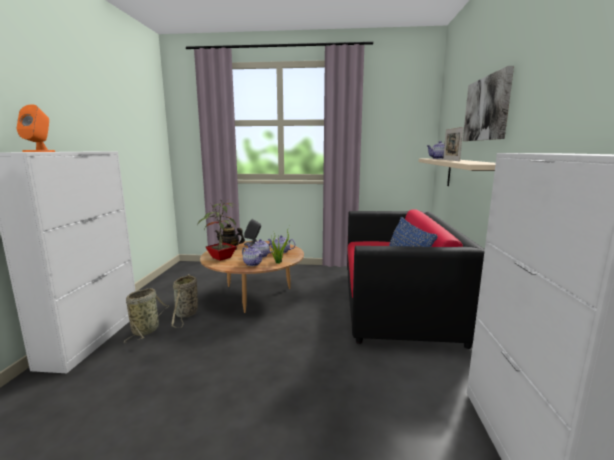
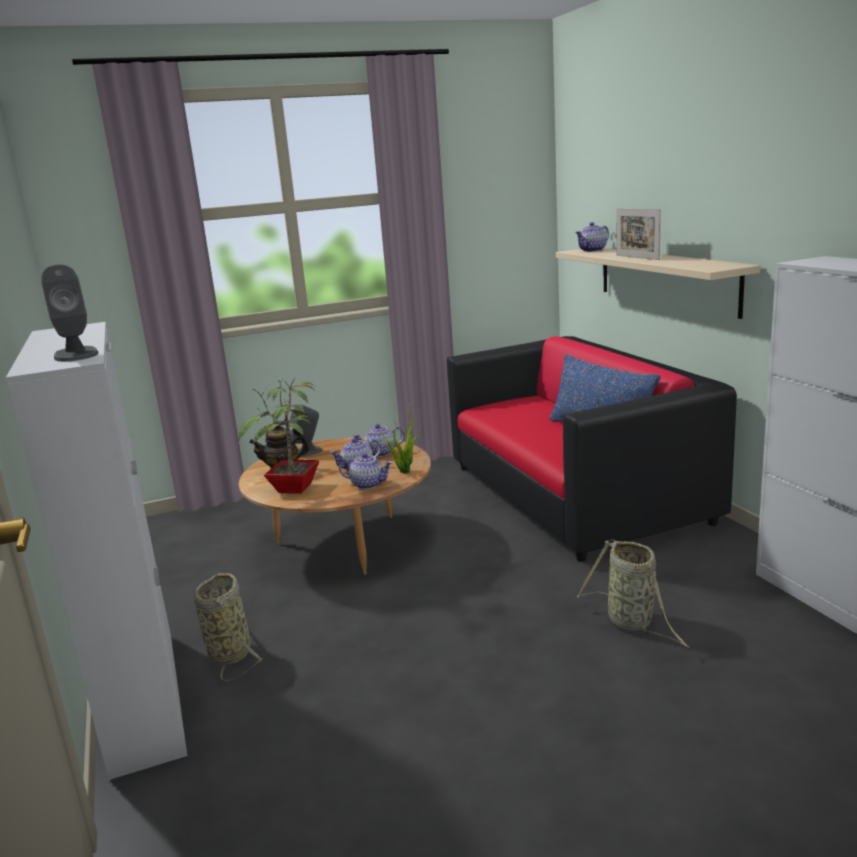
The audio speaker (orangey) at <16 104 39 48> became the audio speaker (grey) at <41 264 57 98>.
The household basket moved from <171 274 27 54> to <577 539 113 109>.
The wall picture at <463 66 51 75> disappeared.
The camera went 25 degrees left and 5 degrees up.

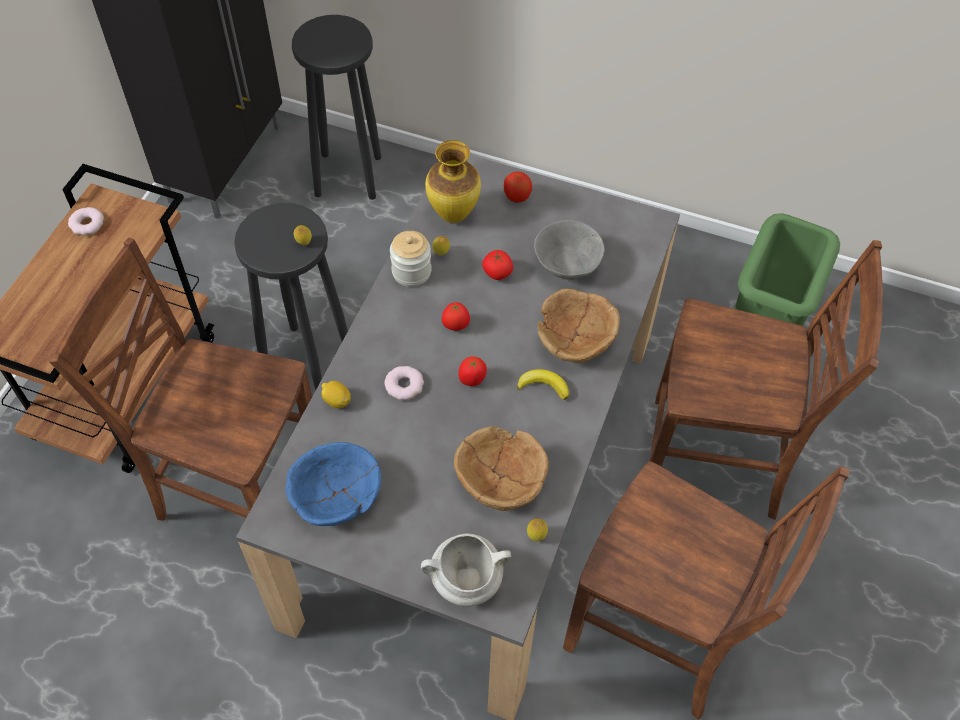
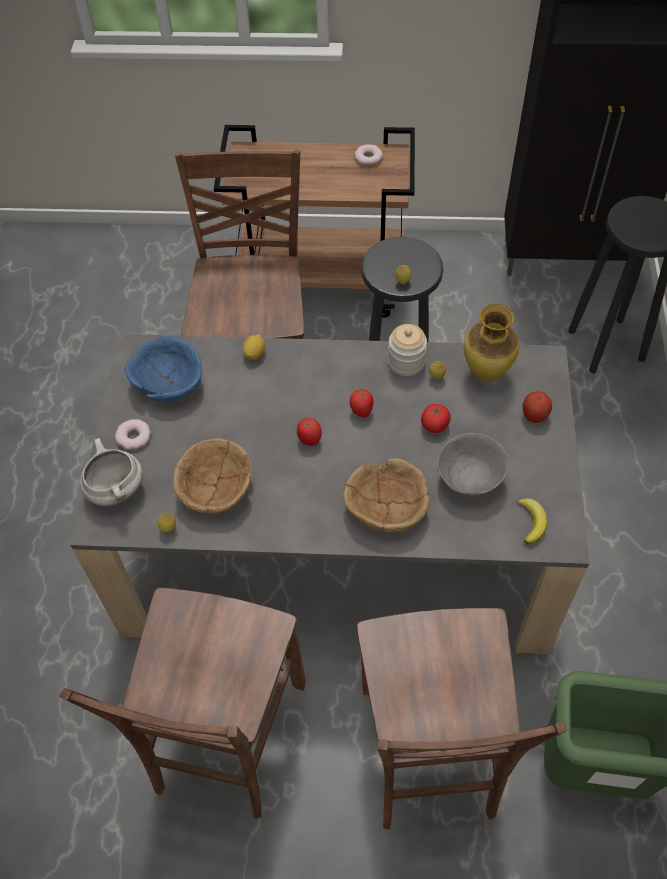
The donut moved from <384 366 40 34> to <115 419 36 31>.
The banana fruit moved from <517 369 52 31> to <517 498 30 47>.
The camera went 75 degrees right and 0 degrees up.

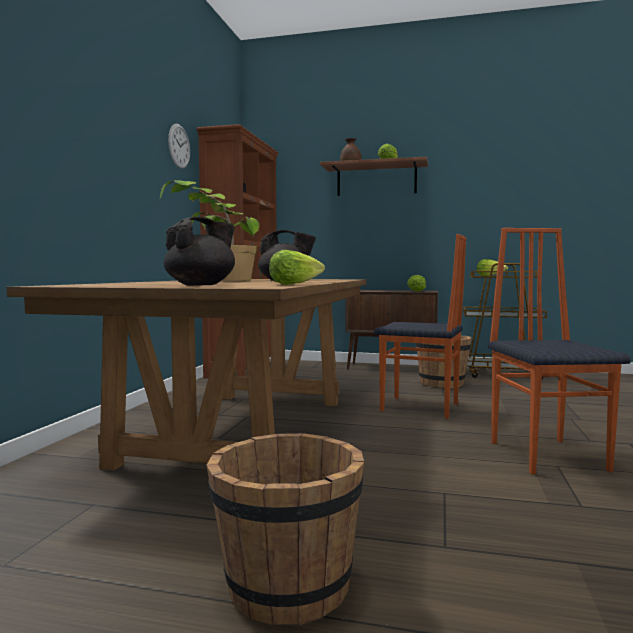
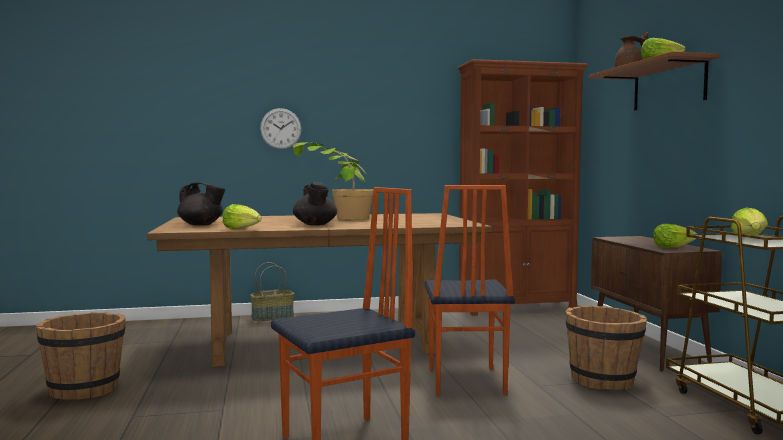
The hanging clock moved from <168 123 22 46> to <260 108 41 41>.
The household basket at <250 262 45 59> appeared.
The camera went 65 degrees right and 0 degrees up.

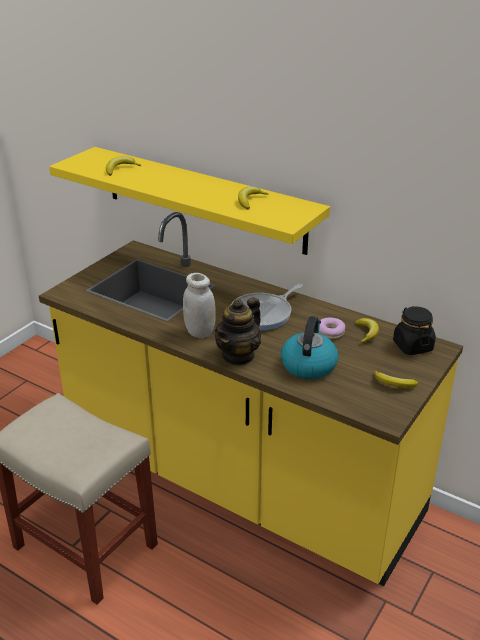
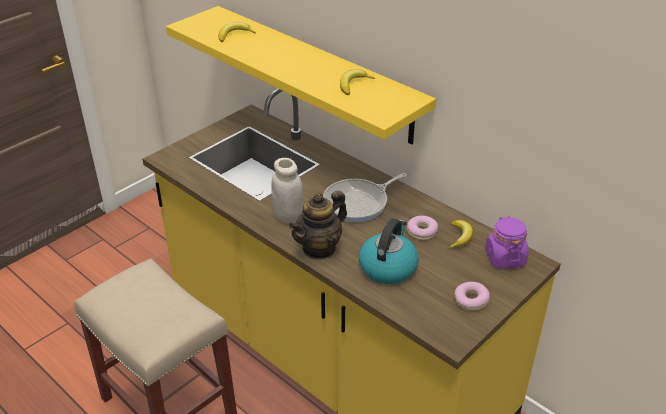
The banana fruit at <374 371 44 17> was replaced by the donut at <455 282 35 28>.
The storage jar (blackish) at <393 306 43 49> became the storage jar (purplish) at <485 216 44 53>.
The camera went 10 degrees right and 5 degrees up.

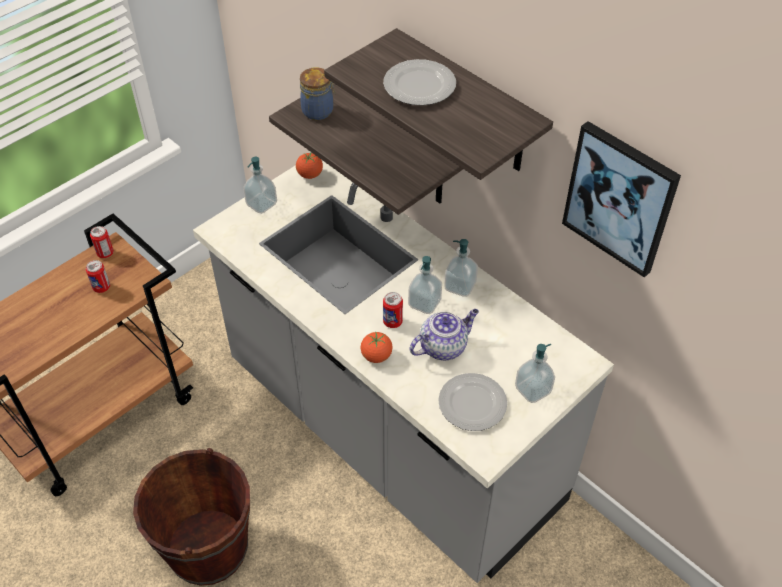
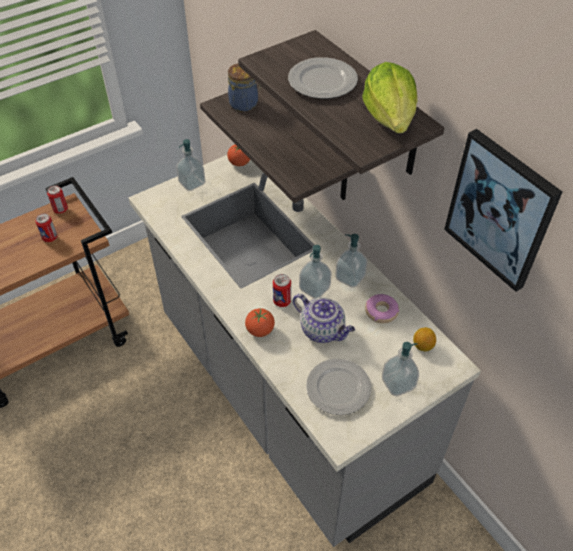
The water bucket (brown-coloured) at <133 448 117 138> disappeared.
The teapot at <409 309 70 51> turned 60 degrees clockwise.
The lettuce head at <362 62 55 71> appeared.
The donut at <365 294 34 29> appeared.
The lemon at <413 327 23 24> appeared.
The camera went 10 degrees right and 0 degrees up.

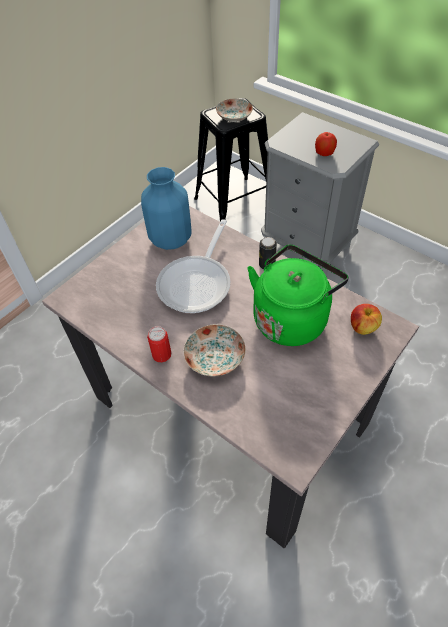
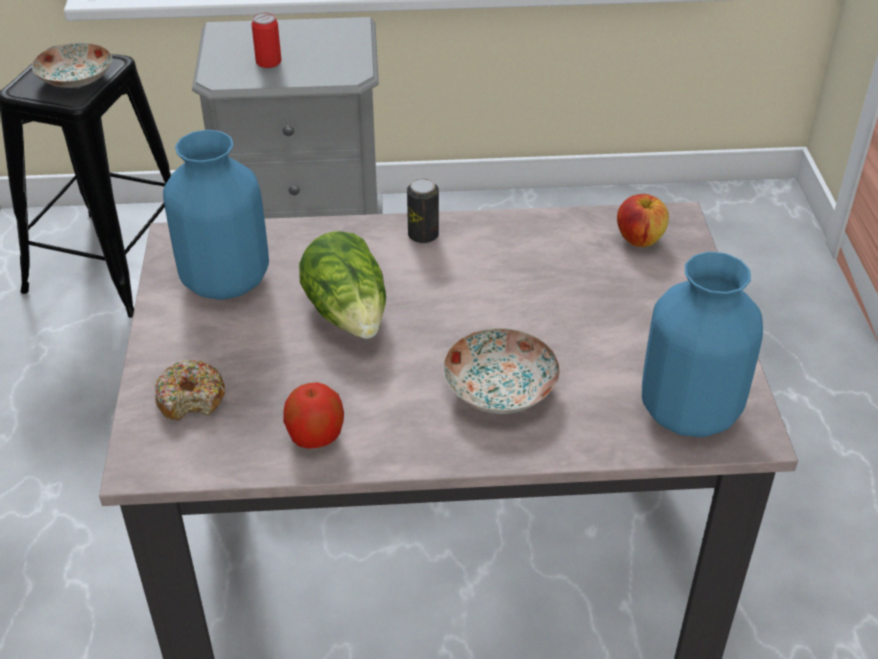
The metal can moved from <147 326 24 36> to <251 12 31 56>.
The skillet at <156 219 74 94> was replaced by the lettuce head at <299 231 87 108>.
The kettle (green-coloured) at <247 245 101 101> disappeared.
The apple fruit moved from <315 132 22 24> to <283 382 61 67>.
The donut at <155 360 70 60> appeared.
The vase (blue) at <642 252 121 185> appeared.
The camera went 45 degrees left and 10 degrees down.

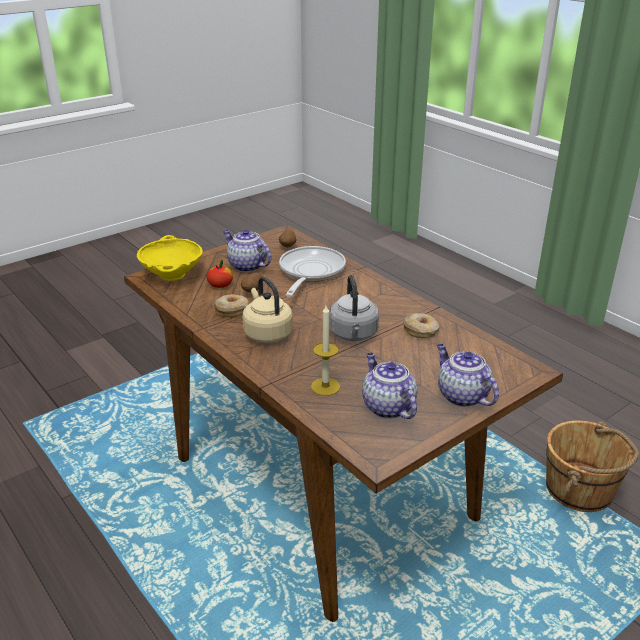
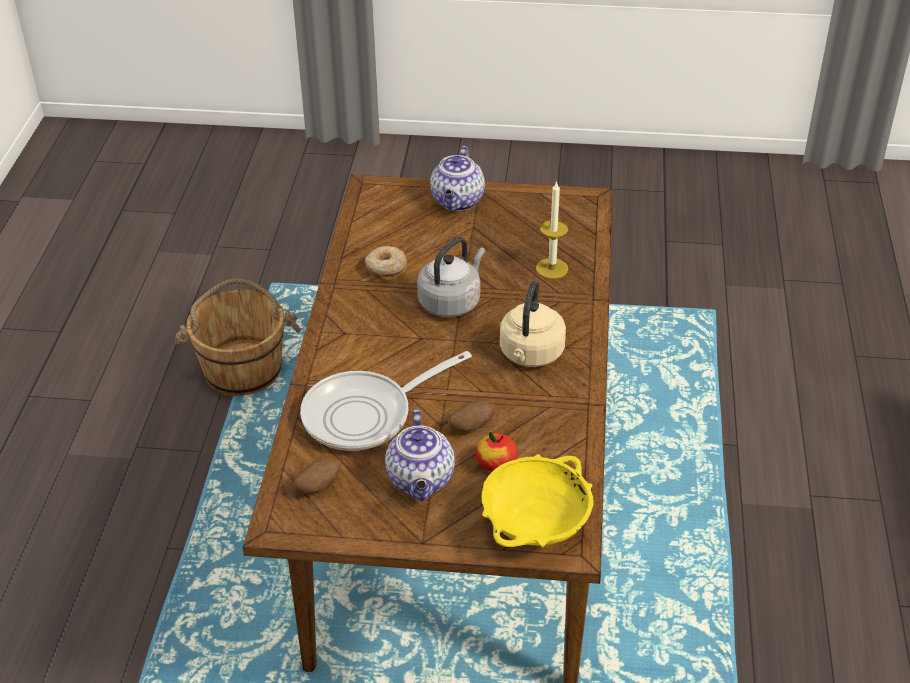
The donut at <214 294 35 23> disappeared.
The teapot at <362 353 56 66> disappeared.
The camera went 135 degrees left and 10 degrees up.

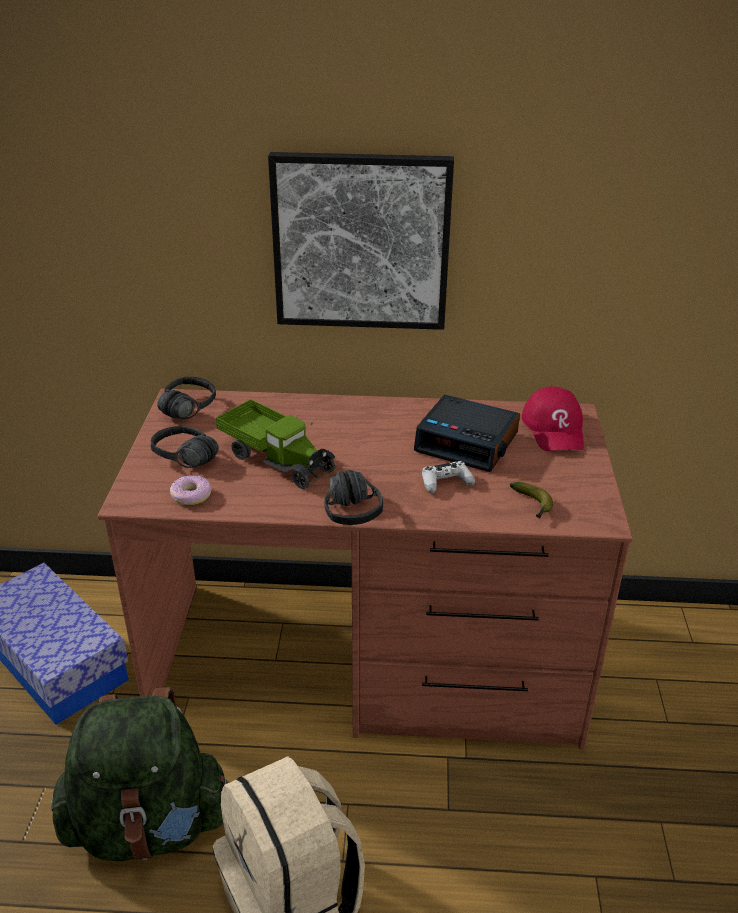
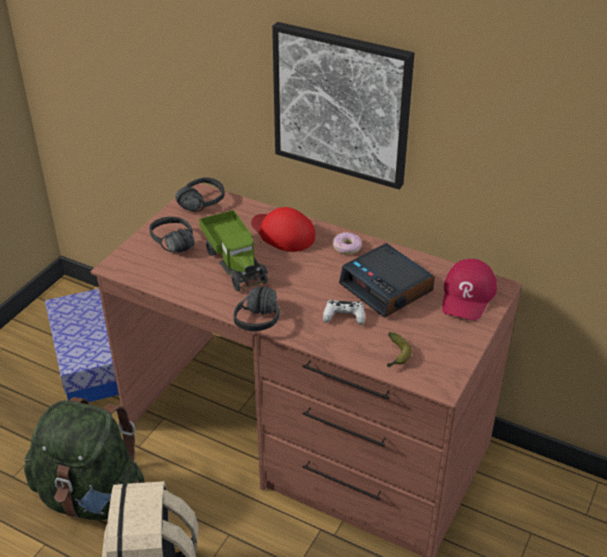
The donut moved from <170 475 42 30> to <332 232 30 22>.
The cap (reddish) at <251 207 64 45> appeared.
The camera went 25 degrees right and 5 degrees up.

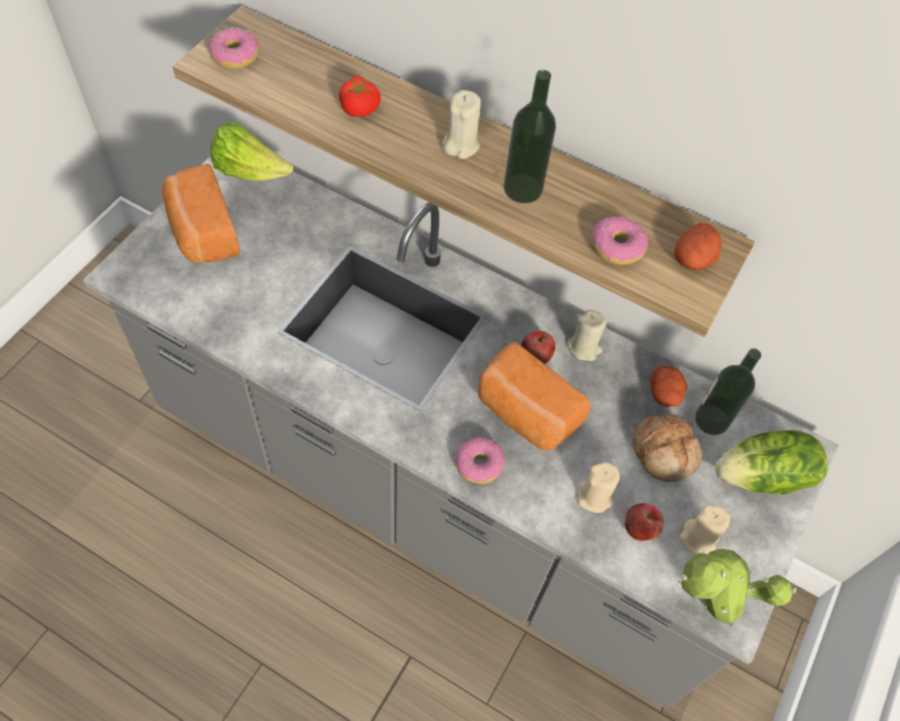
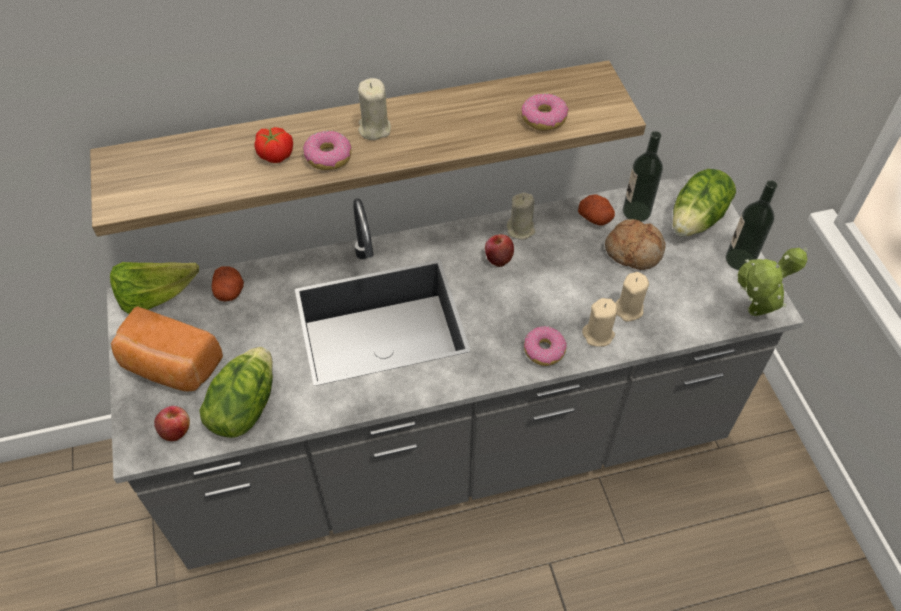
The donut moved from <209 27 50 43> to <303 131 48 39>.
The bread at <478 342 113 109> disappeared.
The beverage bottle moved from <504 70 52 133> to <726 180 51 90>.
The apple fruit moved from <625 503 39 38> to <154 406 36 35>.
The spud moved from <674 223 48 48> to <211 266 33 36>.
The wax light (beige) moved from <680 505 50 49> to <582 298 35 49>.
The lettuce head at <199 347 74 91> appeared.
The camera went 40 degrees left and 5 degrees down.

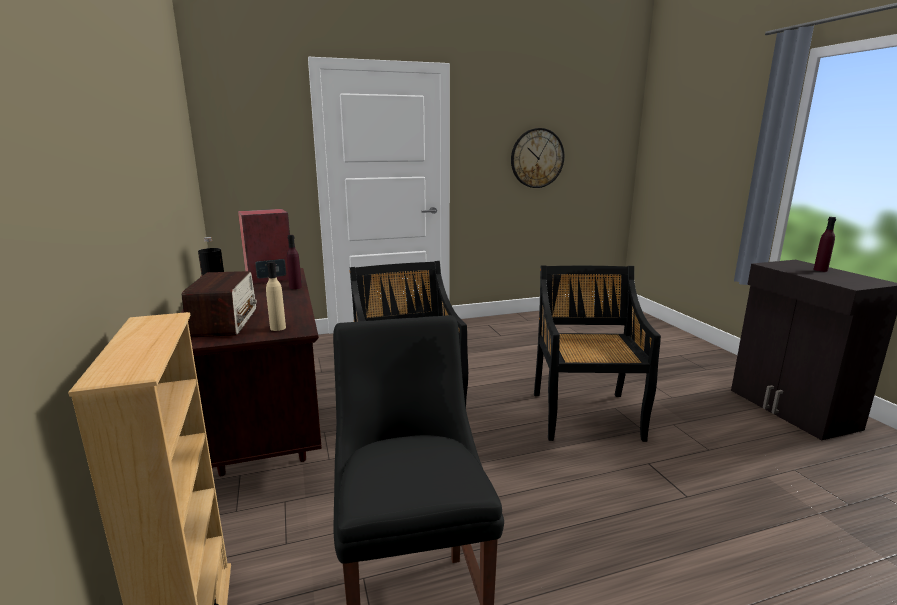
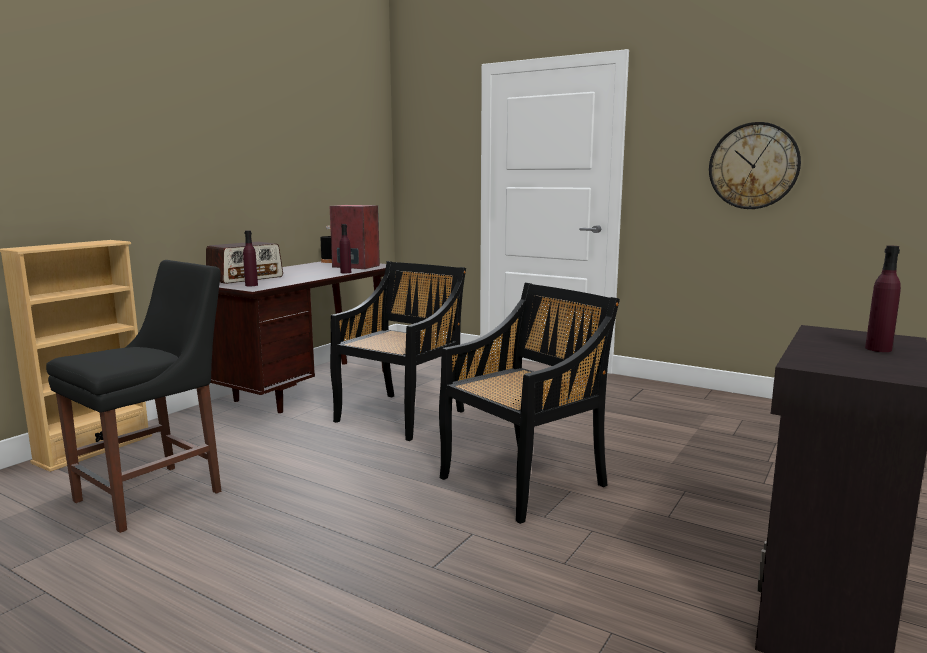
The beverage bottle (beige) at <266 261 20 70> became the beverage bottle (purplish) at <243 230 15 56>.
The camera went 50 degrees right and 5 degrees down.

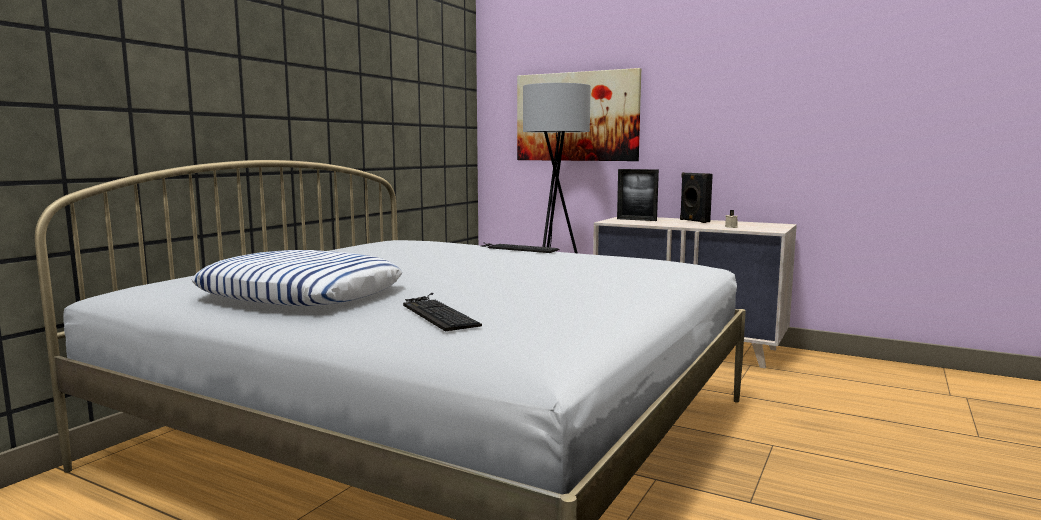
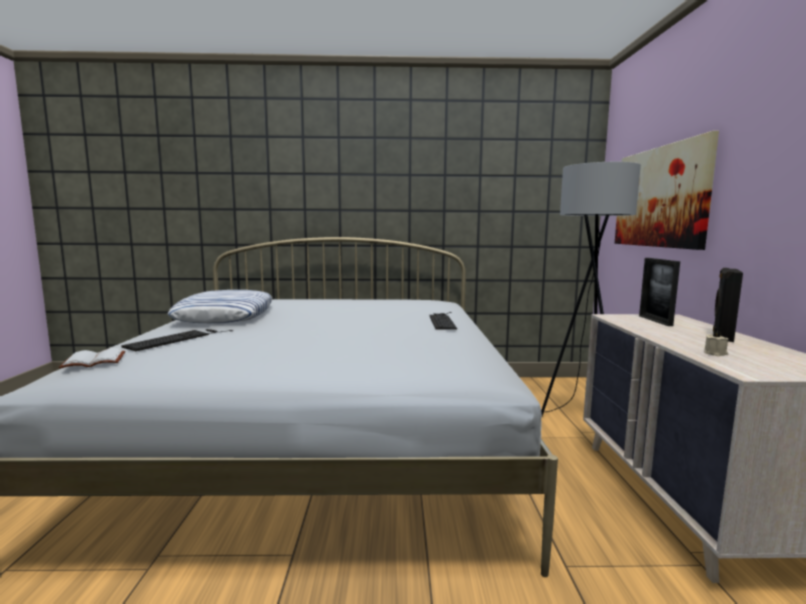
The book (white-coloured) at <59 348 66 21> appeared.
The camera went 60 degrees right and 0 degrees up.

